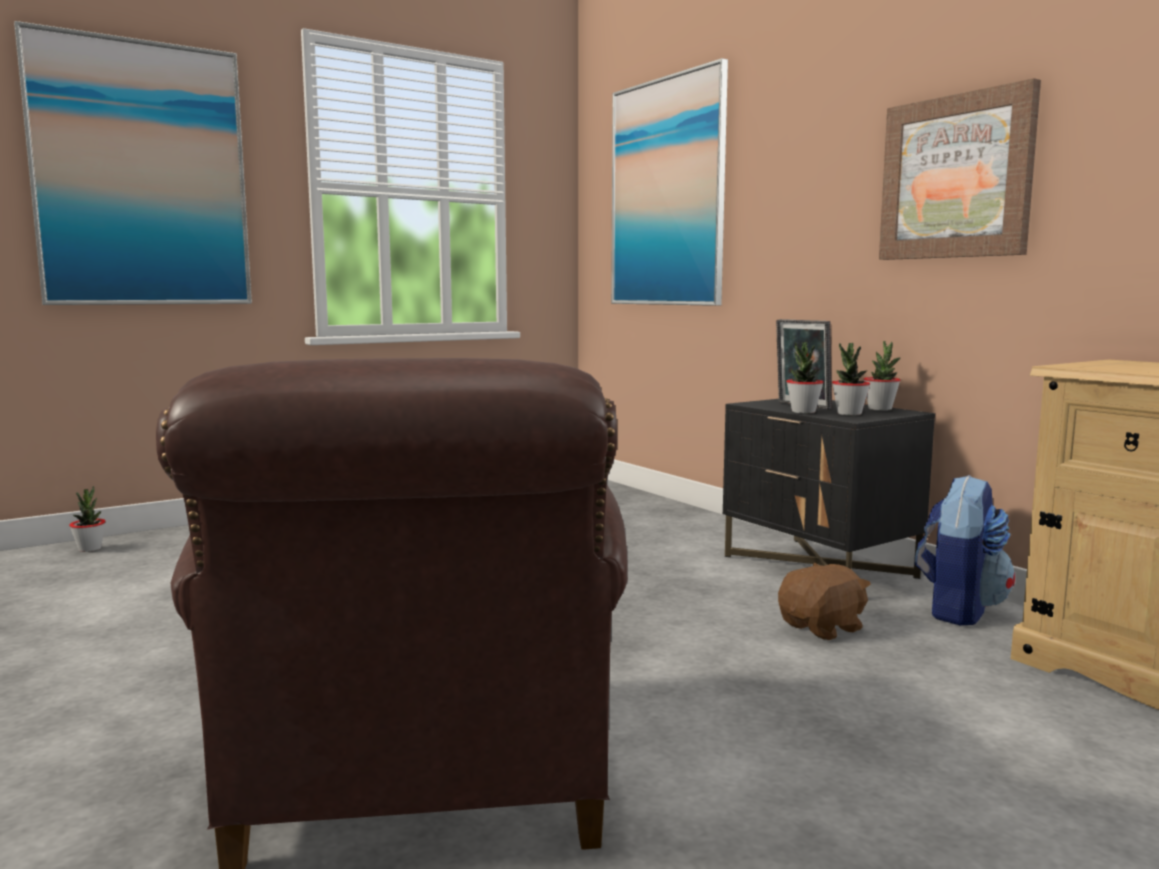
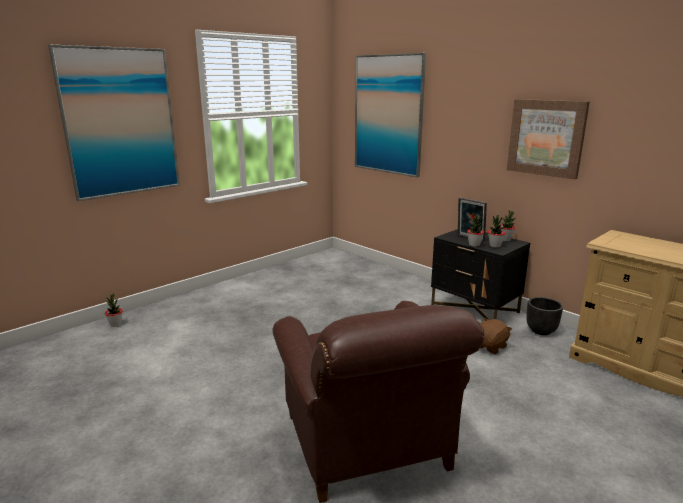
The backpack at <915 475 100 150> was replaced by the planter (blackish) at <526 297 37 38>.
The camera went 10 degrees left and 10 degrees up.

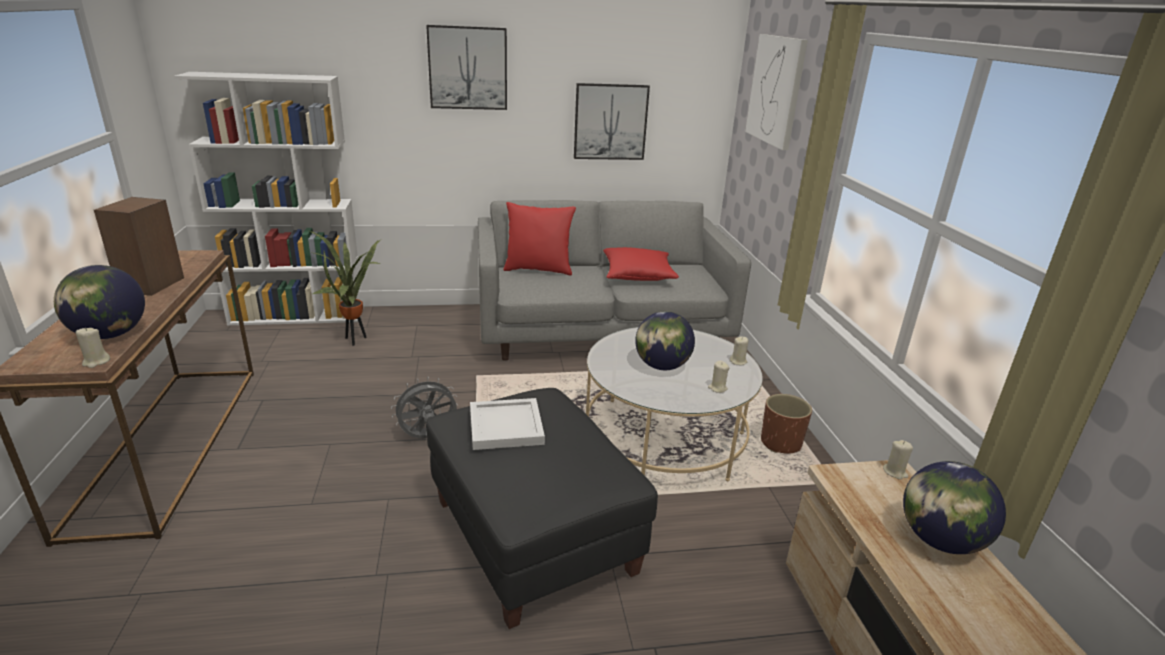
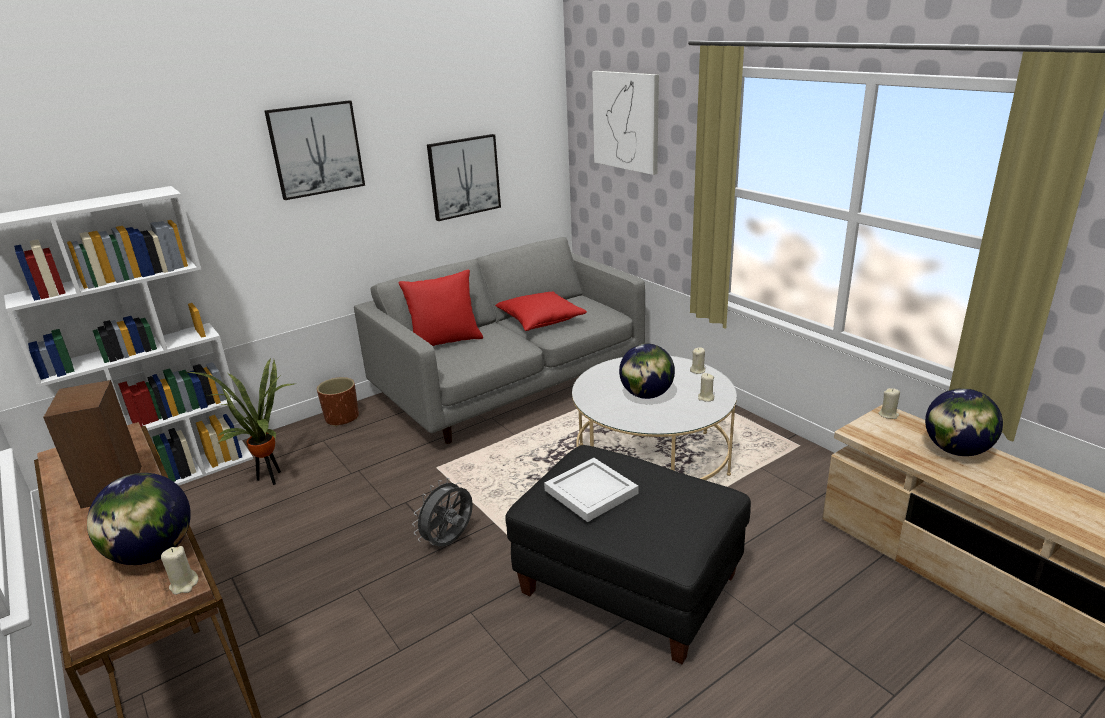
The planter (brown-coloured) moved from <761 394 51 60> to <317 377 42 50>.
The camera went 25 degrees left and 0 degrees up.

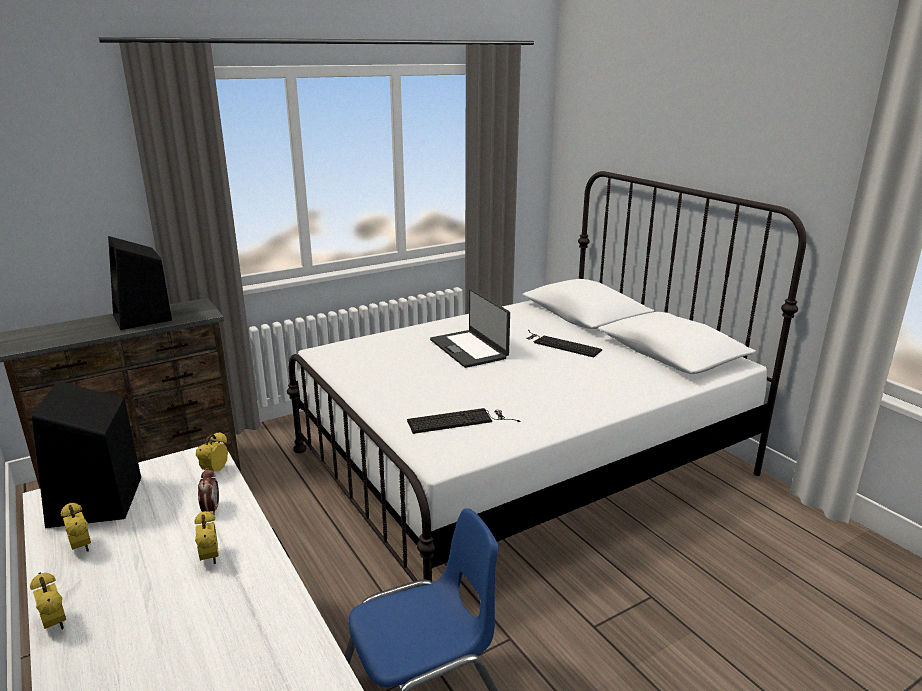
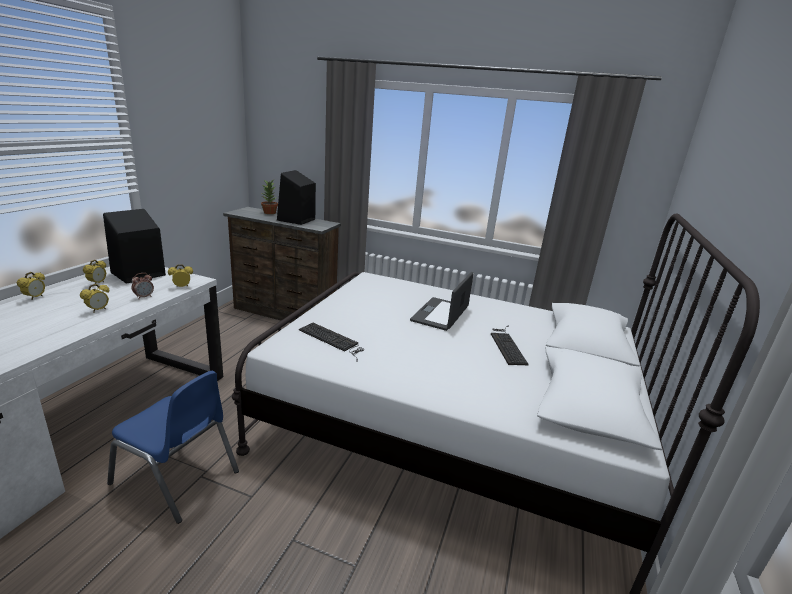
The plant in a pot at <261 180 17 34> appeared.
The camera went 50 degrees right and 0 degrees up.

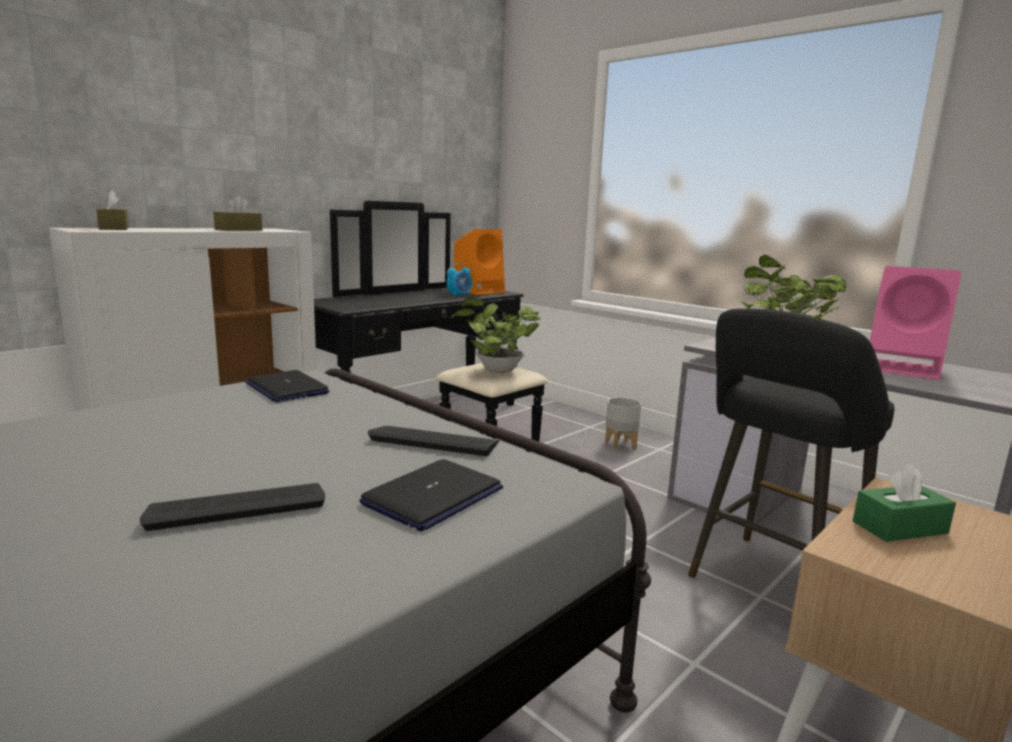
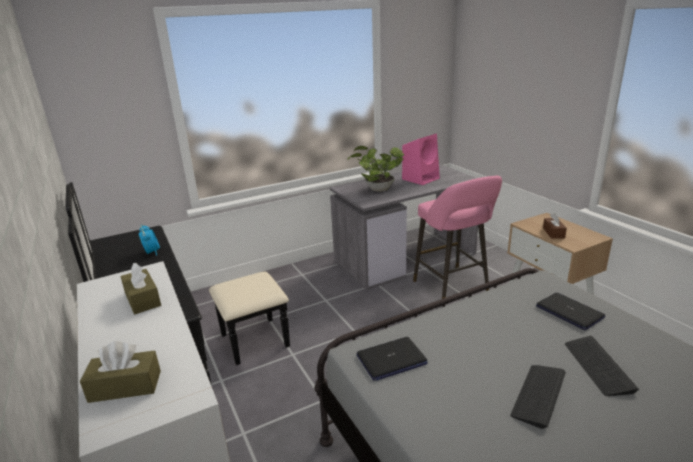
The keyboard moved from <368 426 131 30> to <510 365 56 64>.
The plant in a pot at <451 297 90 76> disappeared.
The audio speaker (orangey) at <454 229 51 66> disappeared.
The planter (grey) at <605 397 36 53> disappeared.
The stool (blackish) at <688 308 207 270> became the stool (pink) at <413 176 89 130>.
The tissue holder (green-coloured) at <853 464 103 78> became the tissue holder (brown-coloured) at <543 213 24 26>.
The camera went 70 degrees left and 10 degrees up.

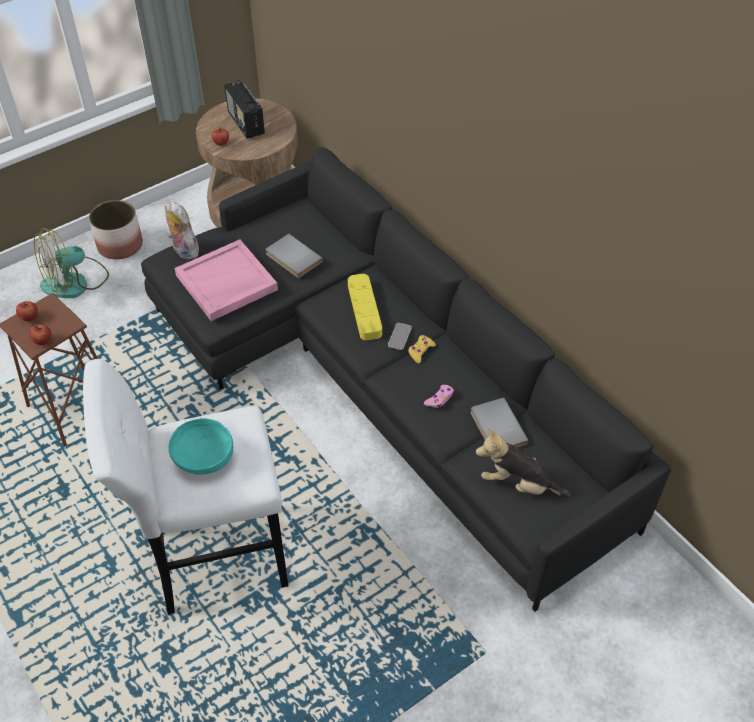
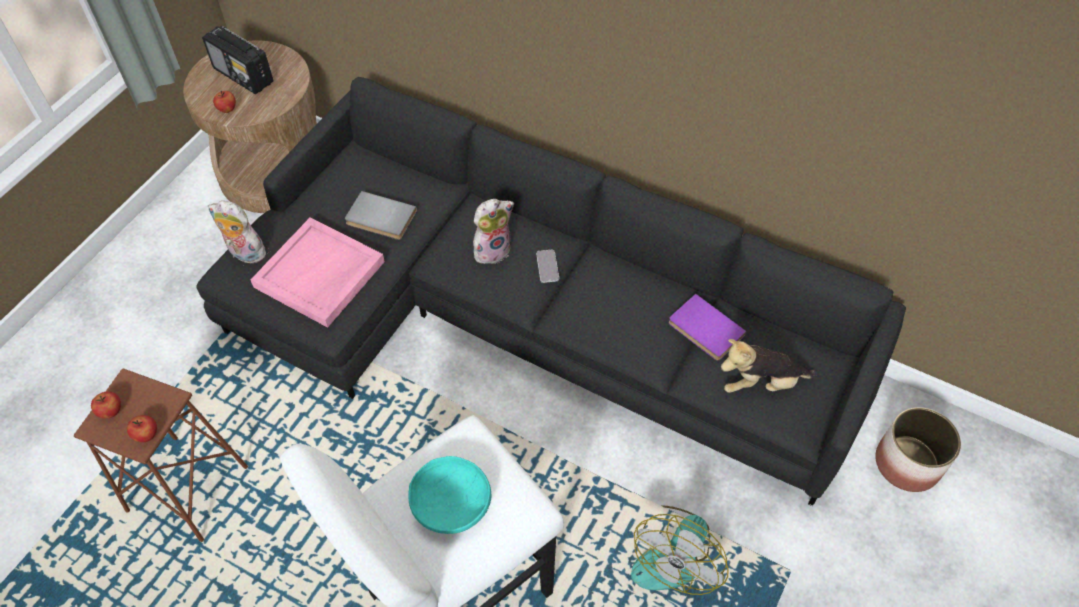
The fan moved from <34 228 75 70> to <631 506 98 89>.
The planter moved from <89 200 54 59> to <875 407 86 85>.
The tray (yellow) at <348 274 34 66> was replaced by the plush toy at <473 199 41 68>.
The joypad (yellow) at <408 335 28 28> disappeared.
The joypad (pink) at <424 385 30 23> disappeared.
The book (grey) at <471 397 58 50> became the book (purplish) at <669 294 77 67>.
The camera went 25 degrees left and 5 degrees up.

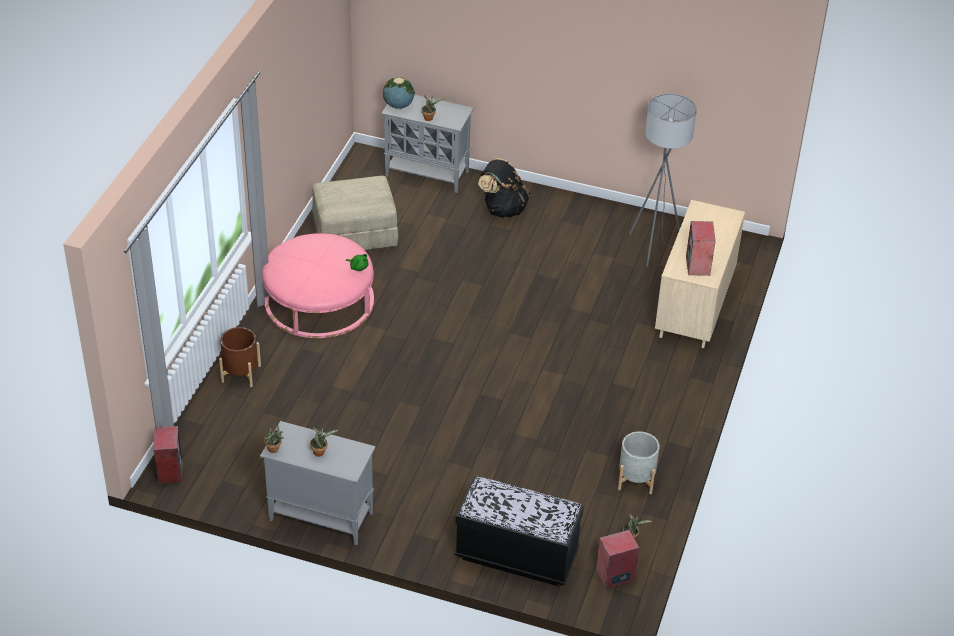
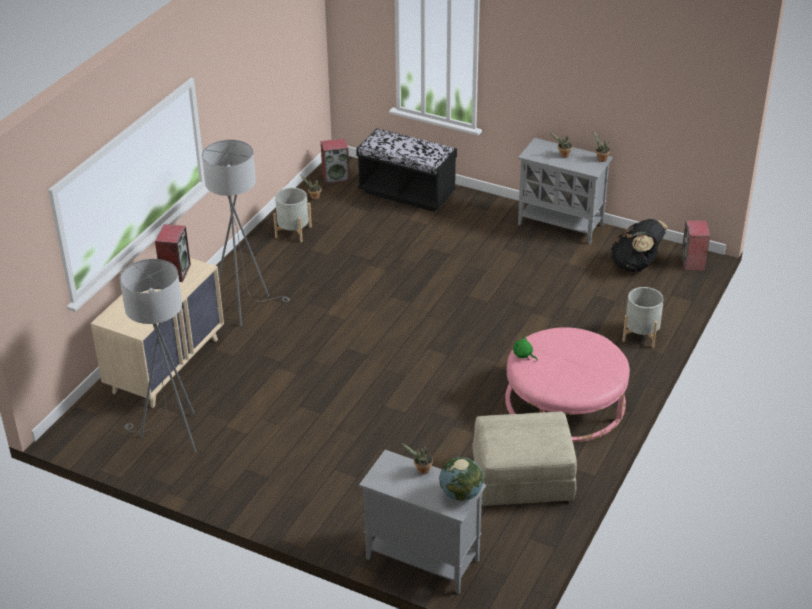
The planter (brown-coloured) at <219 327 42 60> became the planter (grey) at <622 287 42 61>.
The backpack (blackish) moved from <478 158 52 60> to <611 219 57 53>.
The standing lamp (grey) at <202 140 88 186> appeared.
The camera went 170 degrees left and 5 degrees down.

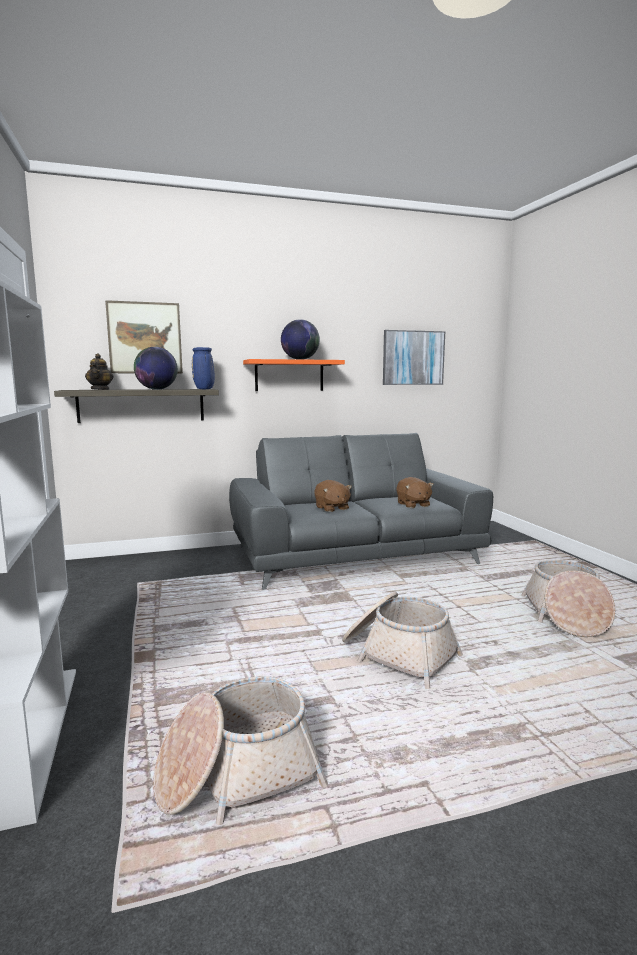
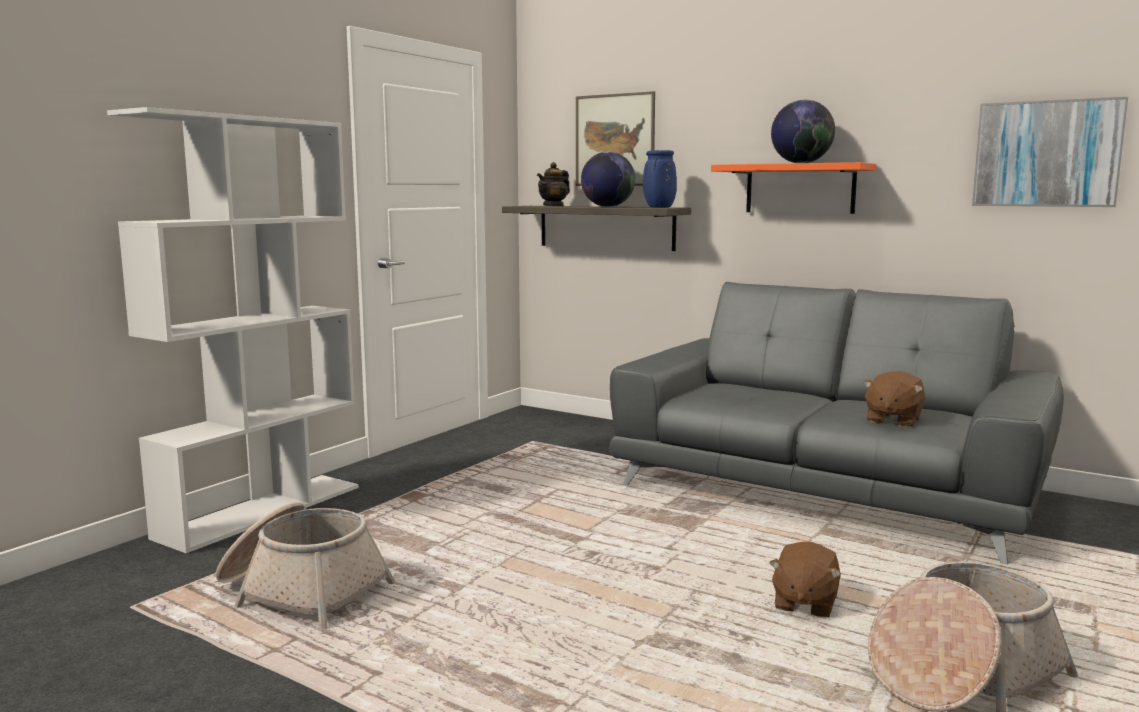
The plush toy (brown-coloured) moved from <314 480 38 32> to <769 542 72 75>.
The household basket at <342 592 121 97> disappeared.
The camera went 50 degrees right and 0 degrees up.

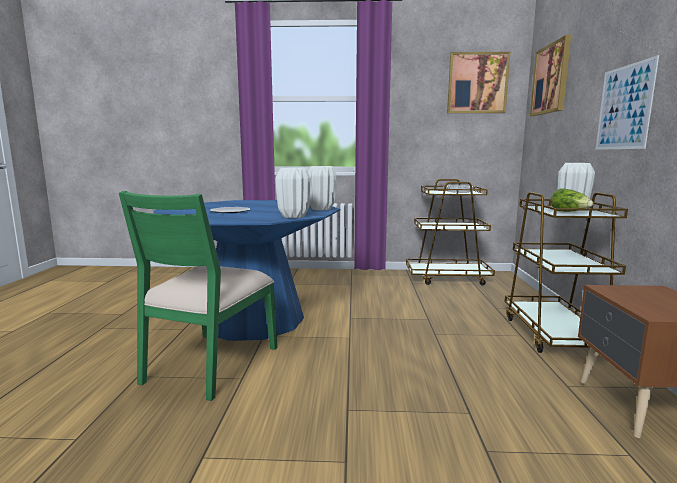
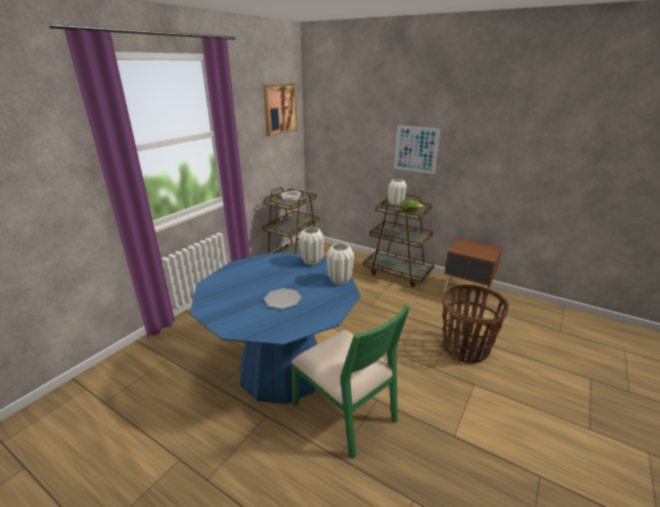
The wall picture at <530 35 41 81> disappeared.
The household basket at <442 284 67 79> appeared.
The camera went 60 degrees left and 15 degrees up.

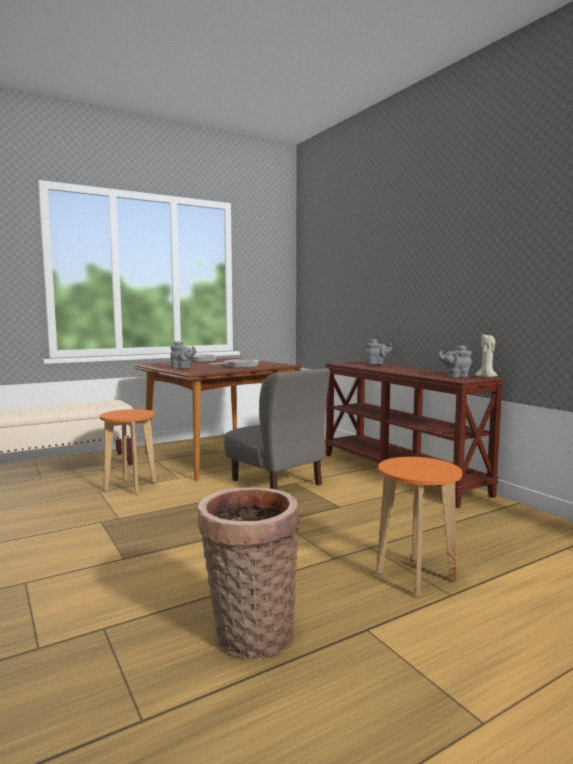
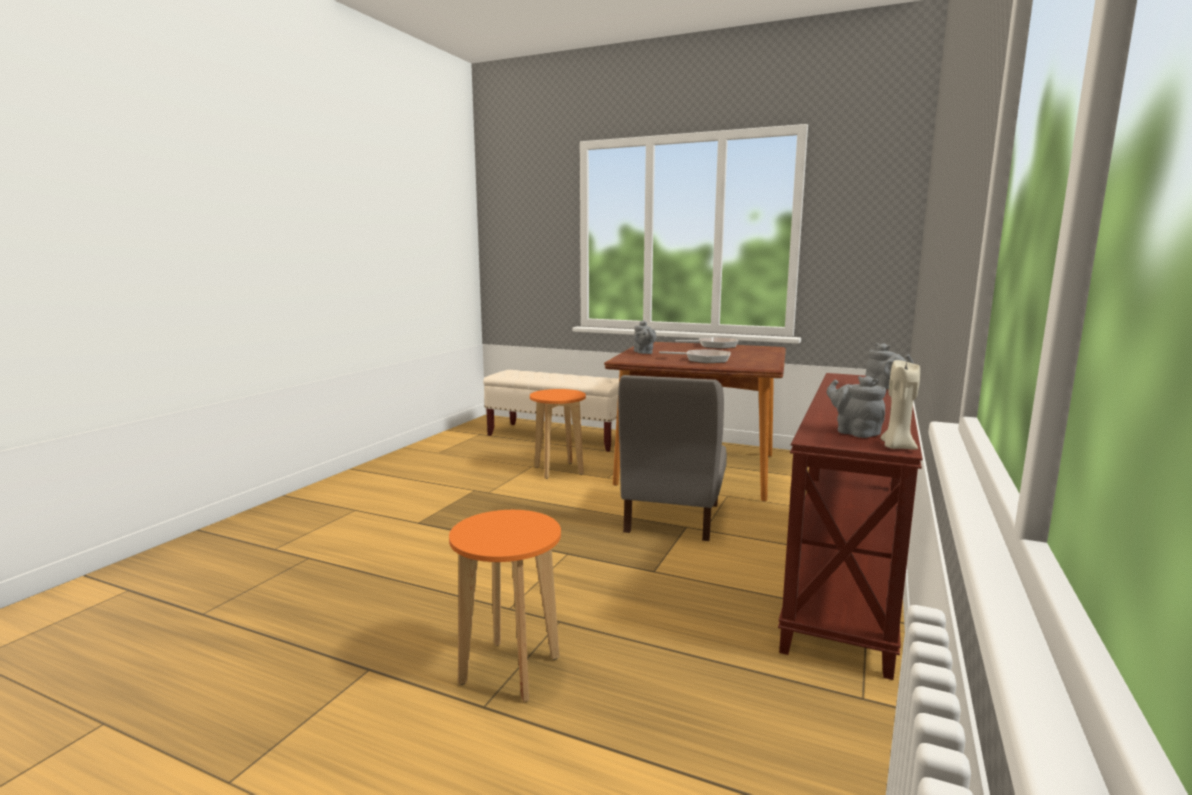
The household basket at <198 487 102 173> disappeared.
The camera went 55 degrees right and 5 degrees up.

